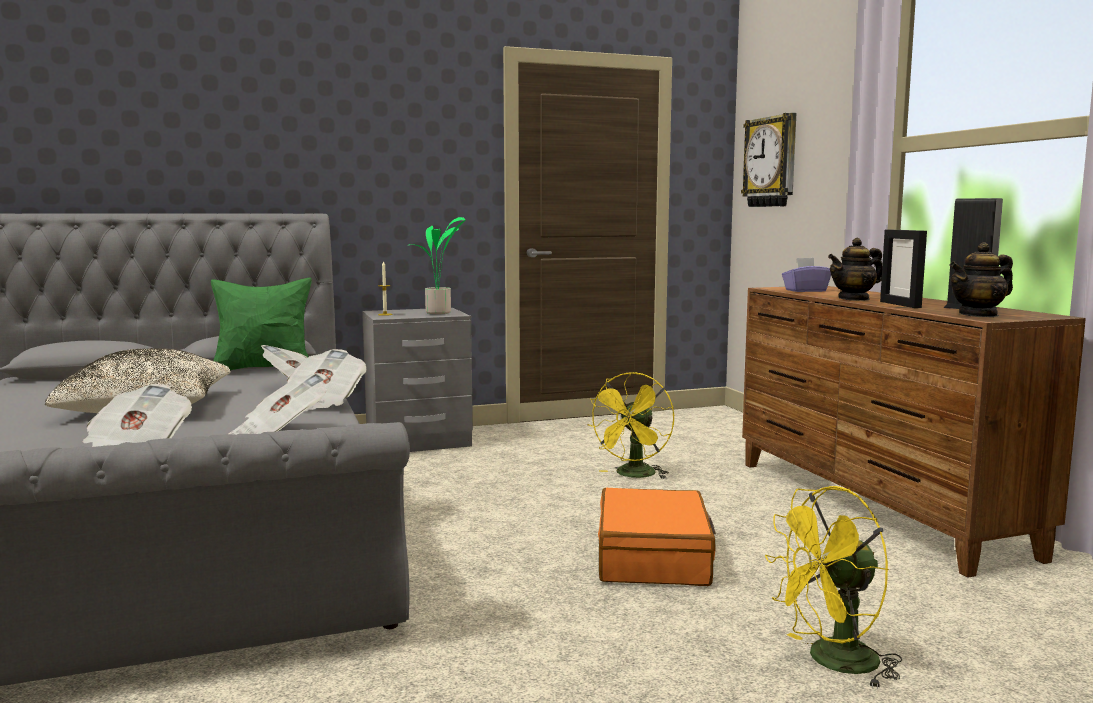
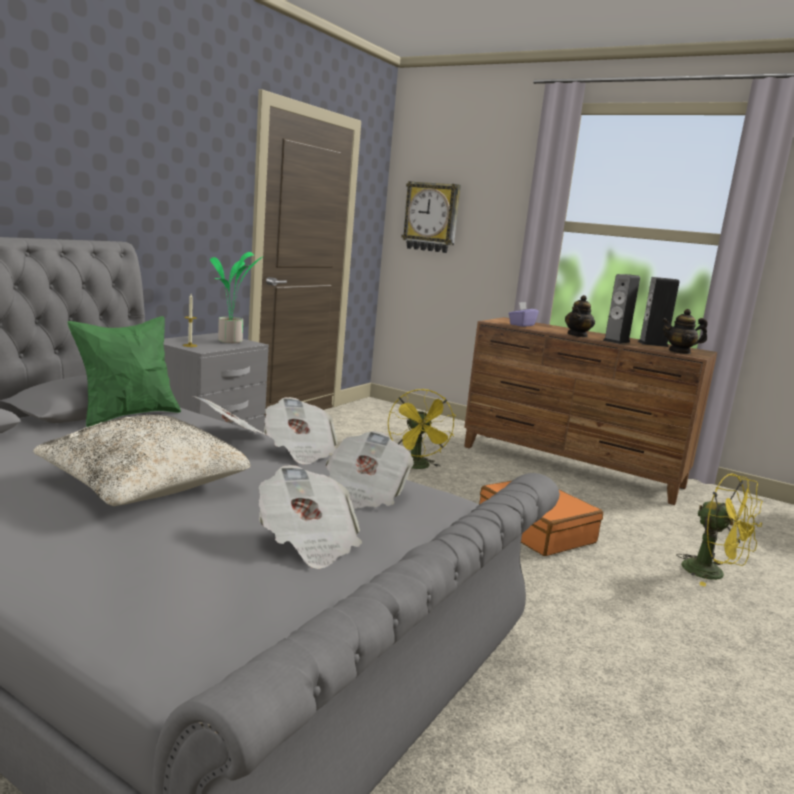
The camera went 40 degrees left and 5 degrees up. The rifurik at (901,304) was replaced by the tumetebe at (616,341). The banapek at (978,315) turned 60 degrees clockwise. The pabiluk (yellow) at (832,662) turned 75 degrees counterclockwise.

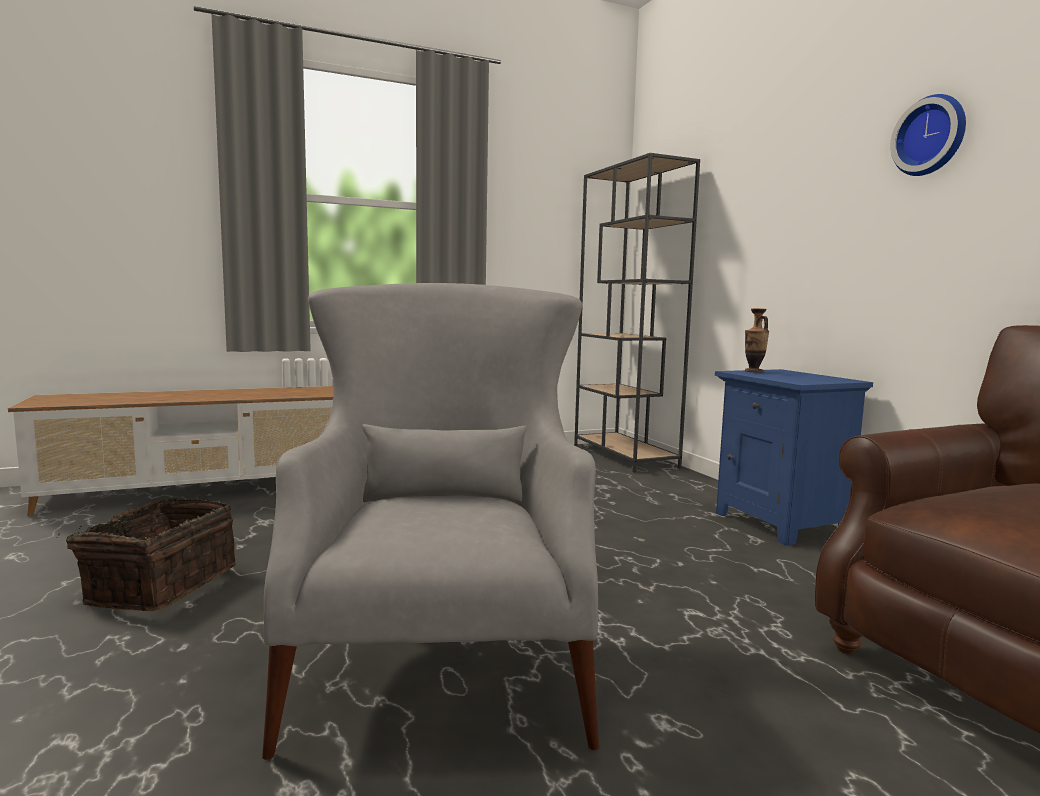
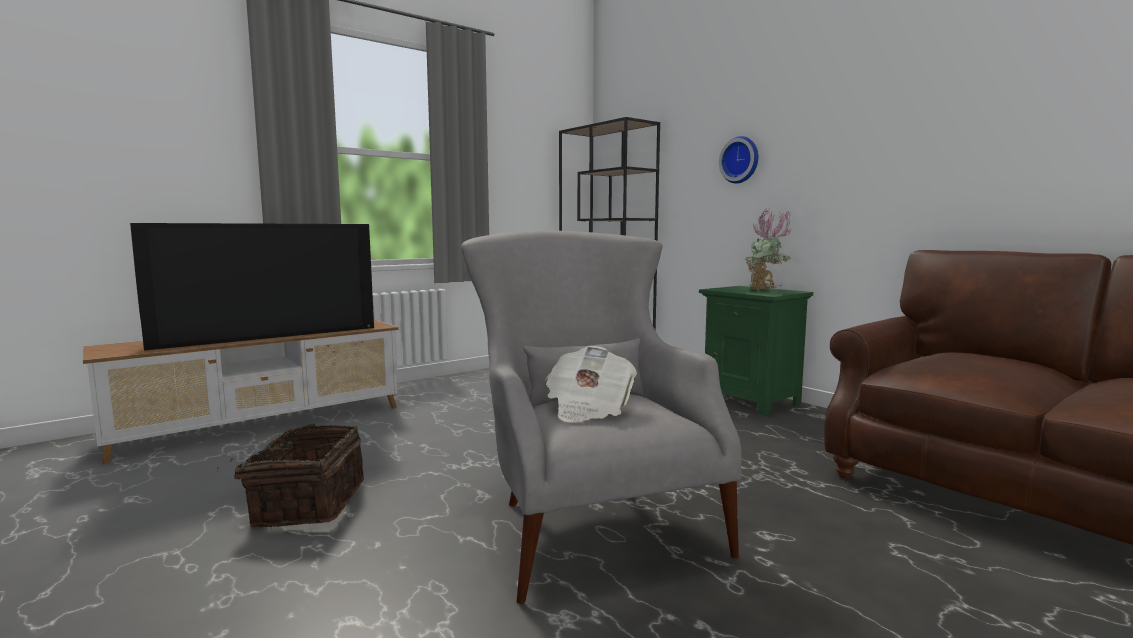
The camera went 15 degrees left and 0 degrees up. The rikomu moved from (931,136) to (740,160). The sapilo at (753,371) disappeared. The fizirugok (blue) at (778,524) became the fizirugok (green) at (750,401). The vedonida at (766,291) appeared. The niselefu at (269,336) appeared. The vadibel at (588,408) appeared.

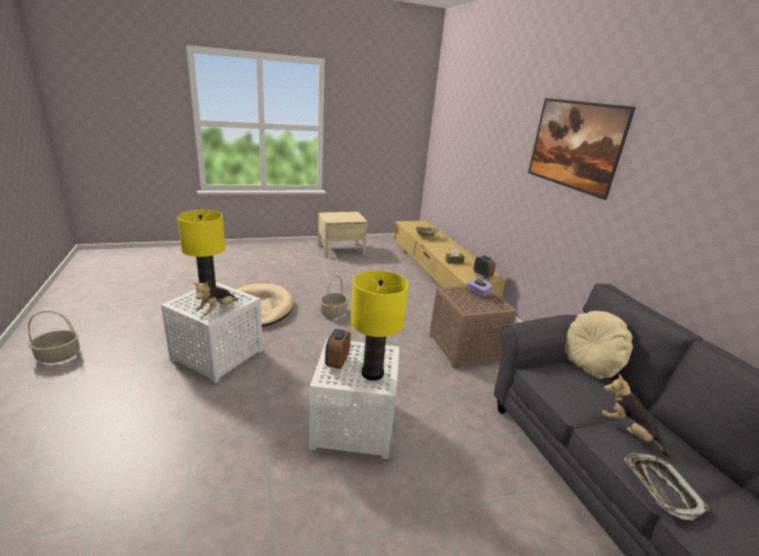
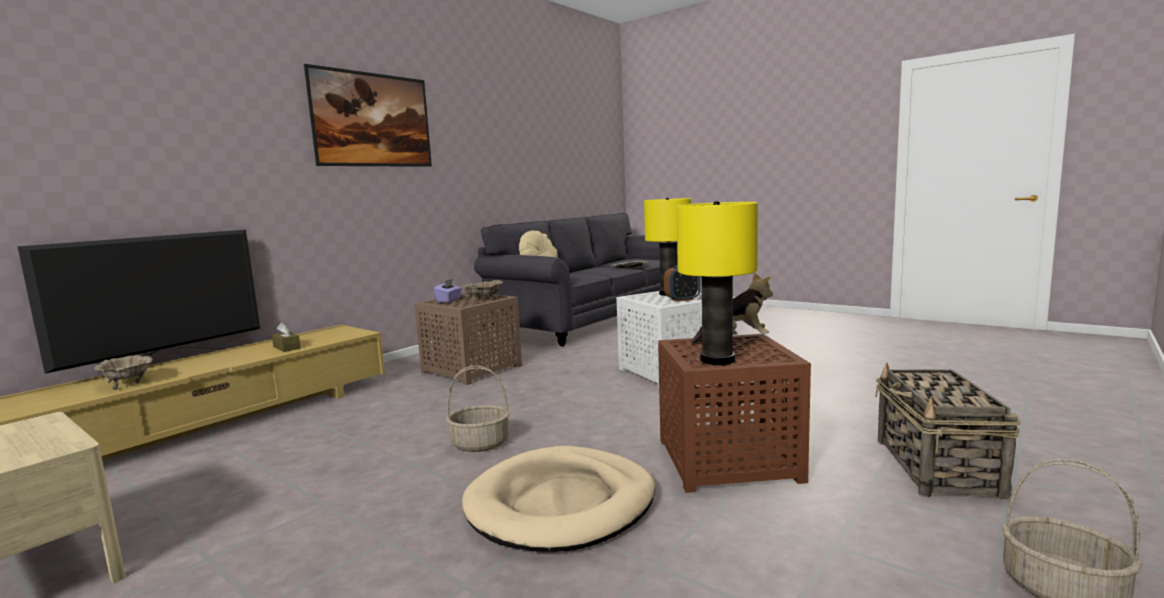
The camera went 120 degrees left and 15 degrees down. The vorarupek at (482,276) disappeared. The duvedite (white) at (217,354) became the duvedite (brown) at (726,461). The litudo at (628,432) disappeared. The niselefu at (167,362) appeared. The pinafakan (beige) at (483,299) appeared. The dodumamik at (937,468) appeared.

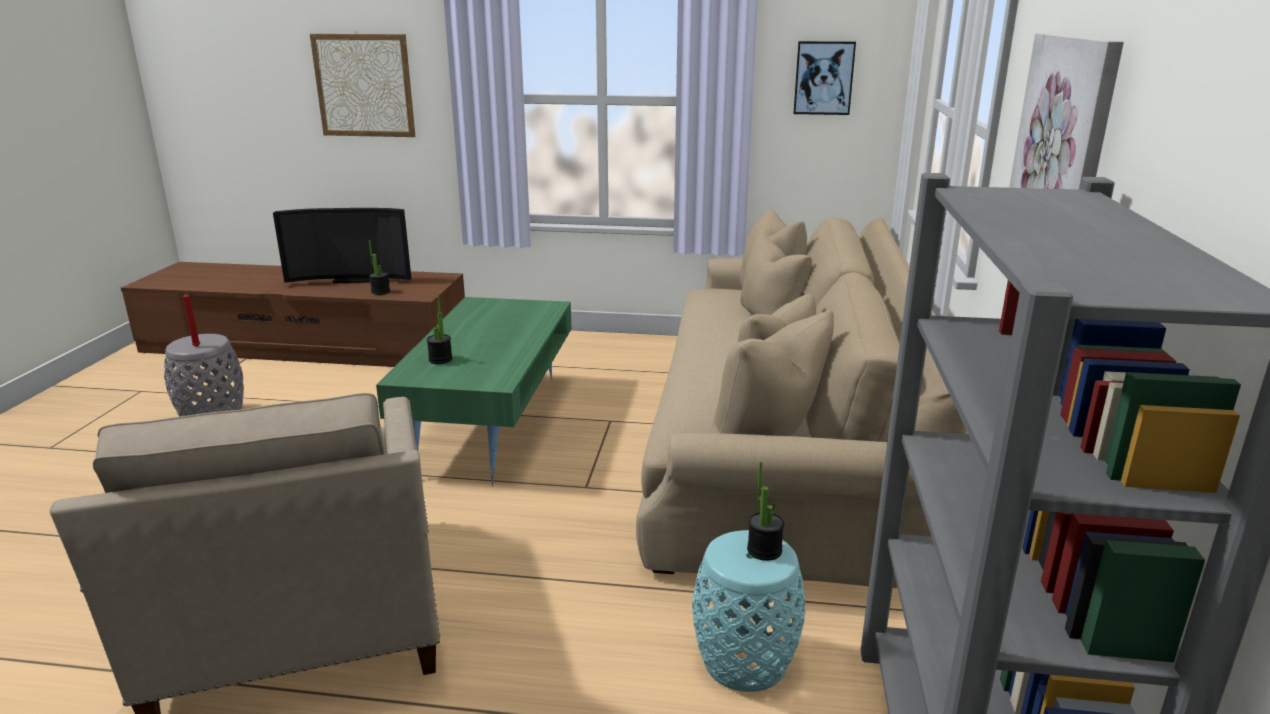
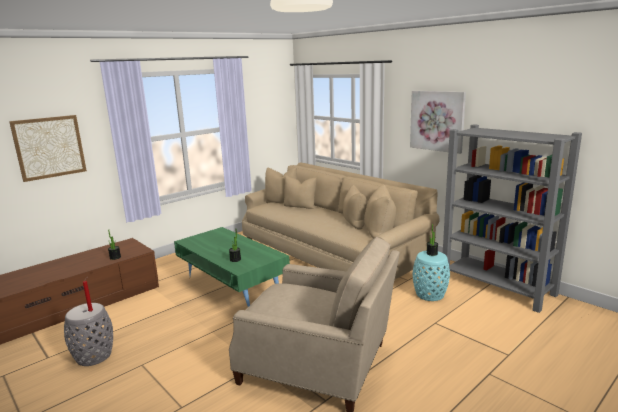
The camera went 50 degrees left and 5 degrees down. The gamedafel at (823,78) disappeared. The niselefu at (352,279) disappeared.

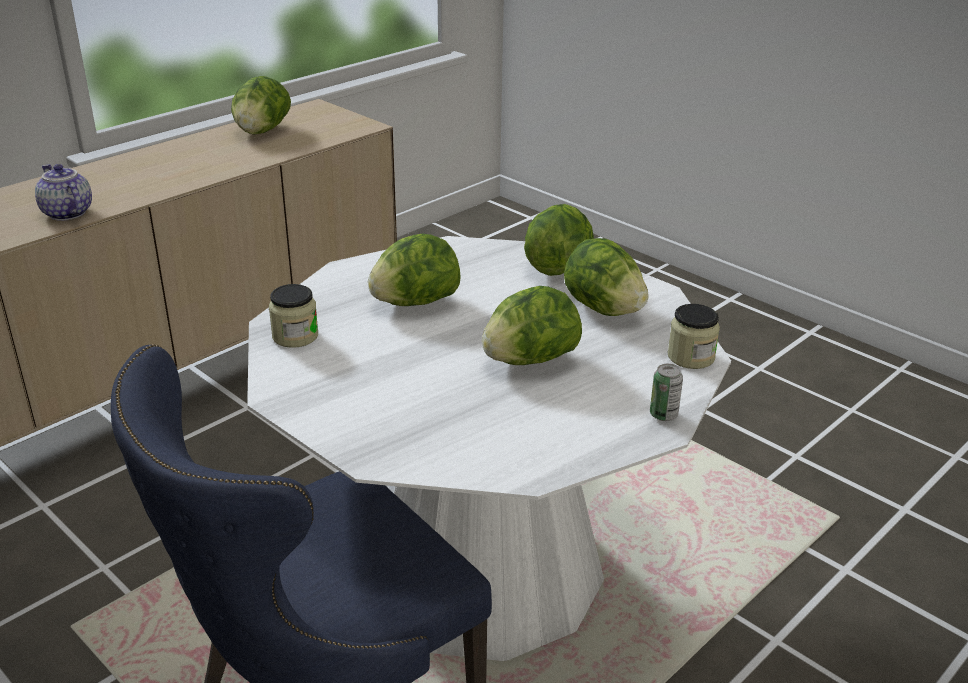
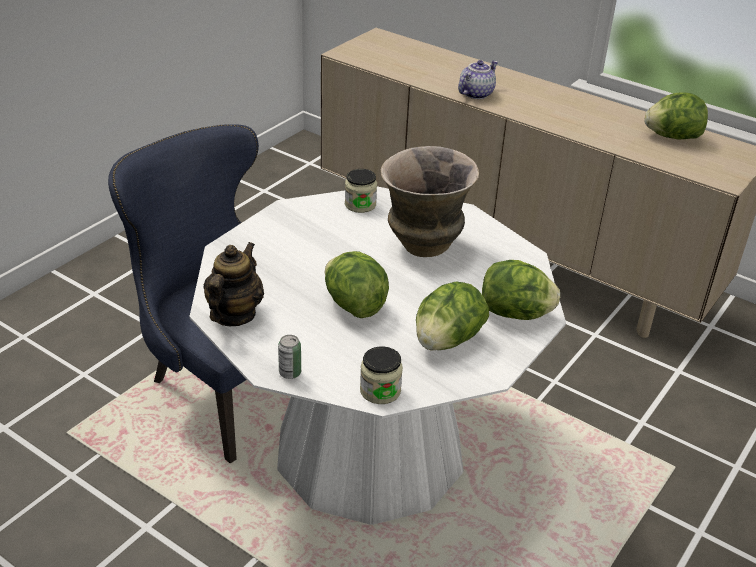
The camera went 80 degrees right and 5 degrees up. The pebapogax at (415,302) was replaced by the sapilo at (423,247). The banapek at (234,315) appeared.

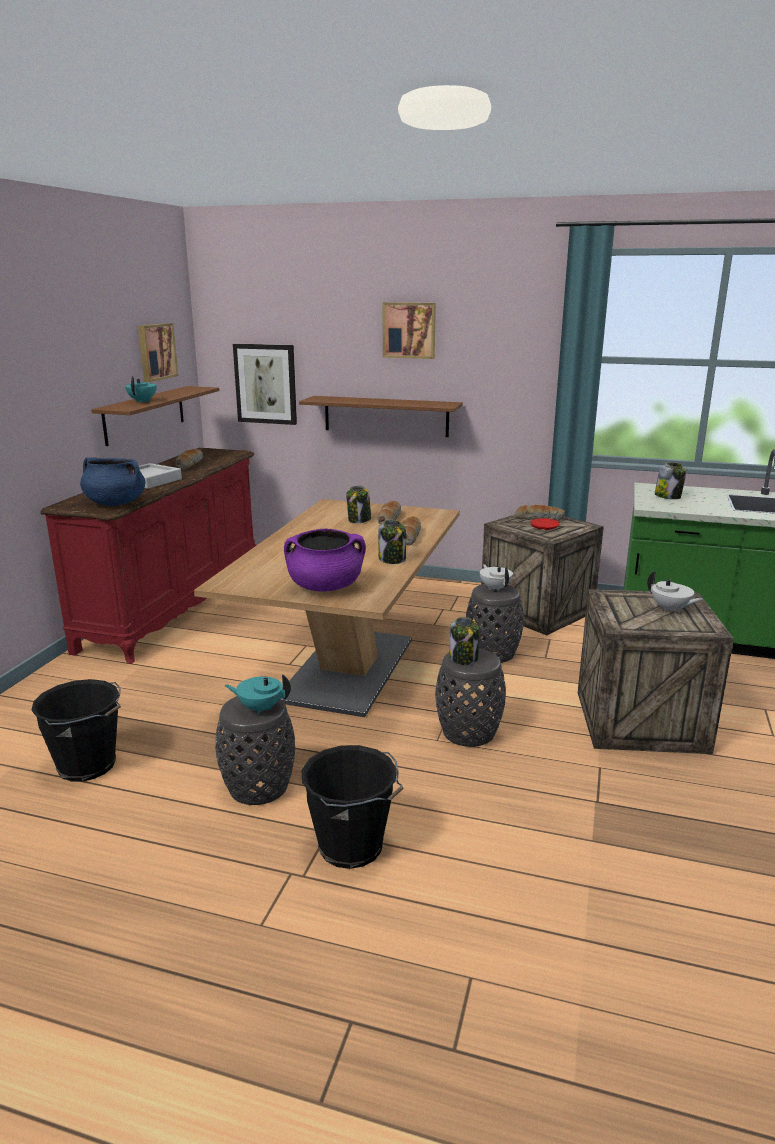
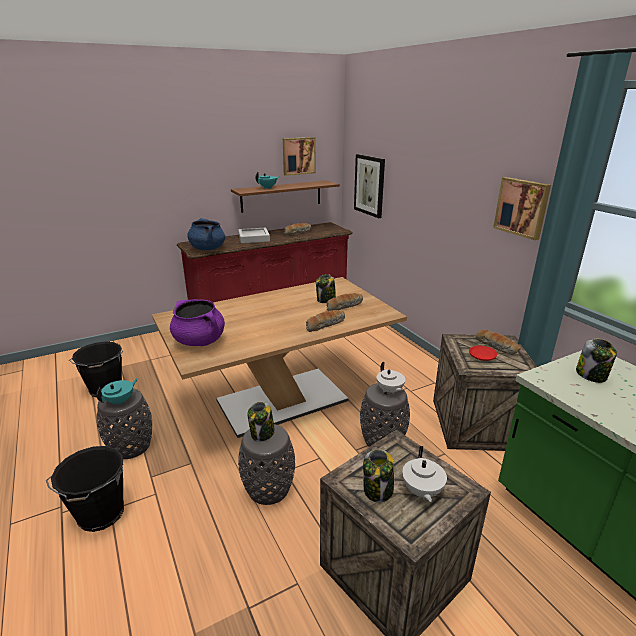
The camera went 45 degrees right and 5 degrees up. The gamedafel moved from (409,330) to (522,207). The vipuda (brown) at (386,416) disappeared. The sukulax moved from (392,559) to (378,490). The banapek (white) at (495,588) turned 135 degrees clockwise. The banapek (turquoise) at (260,708) turned 75 degrees clockwise.

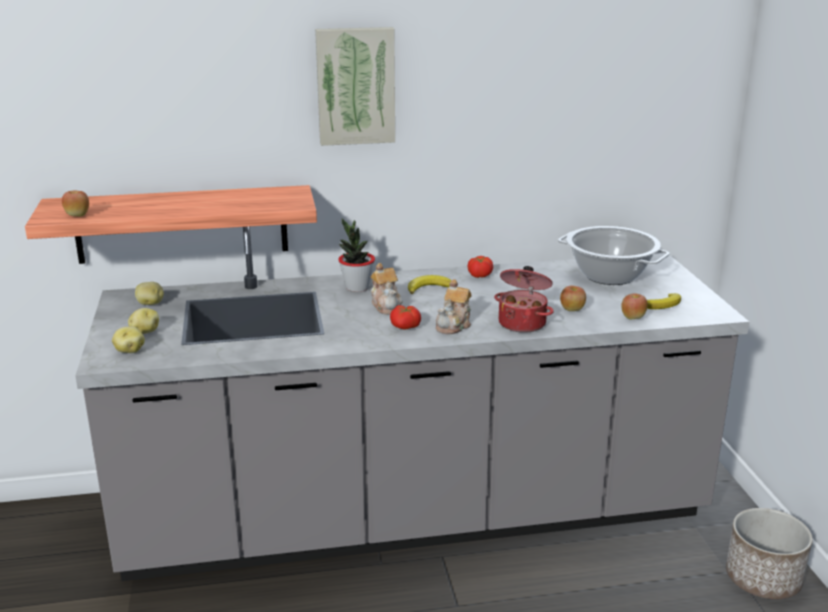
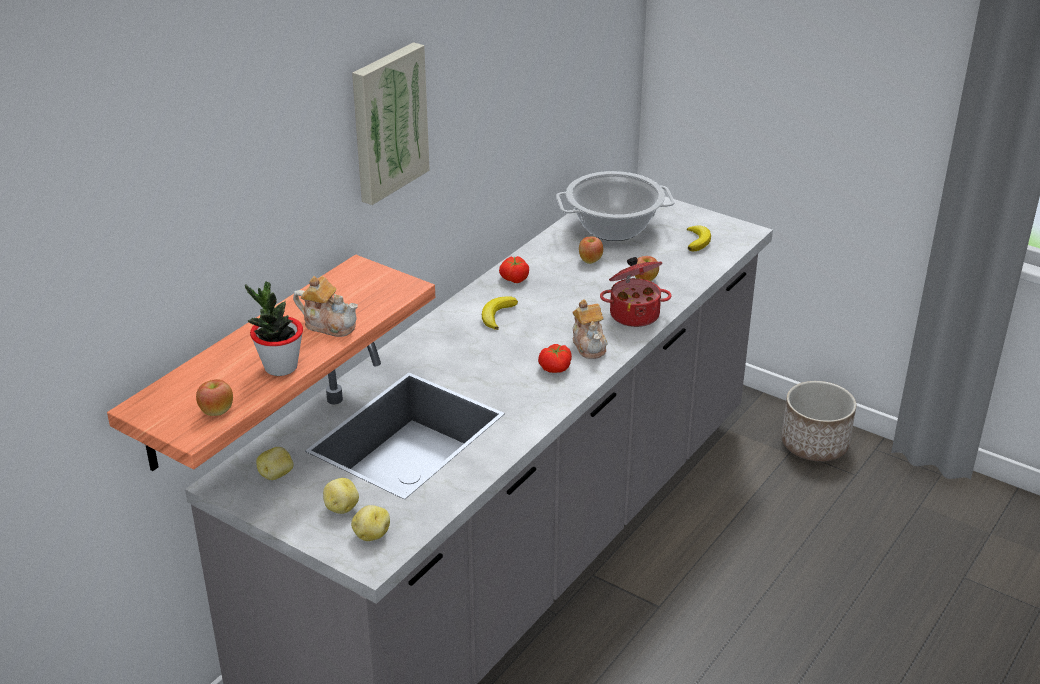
The camera went 45 degrees left and 10 degrees up. The vedonida moved from (357,287) to (280,367). The banapek moved from (386,305) to (329,324). The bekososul moved from (633,317) to (590,260).

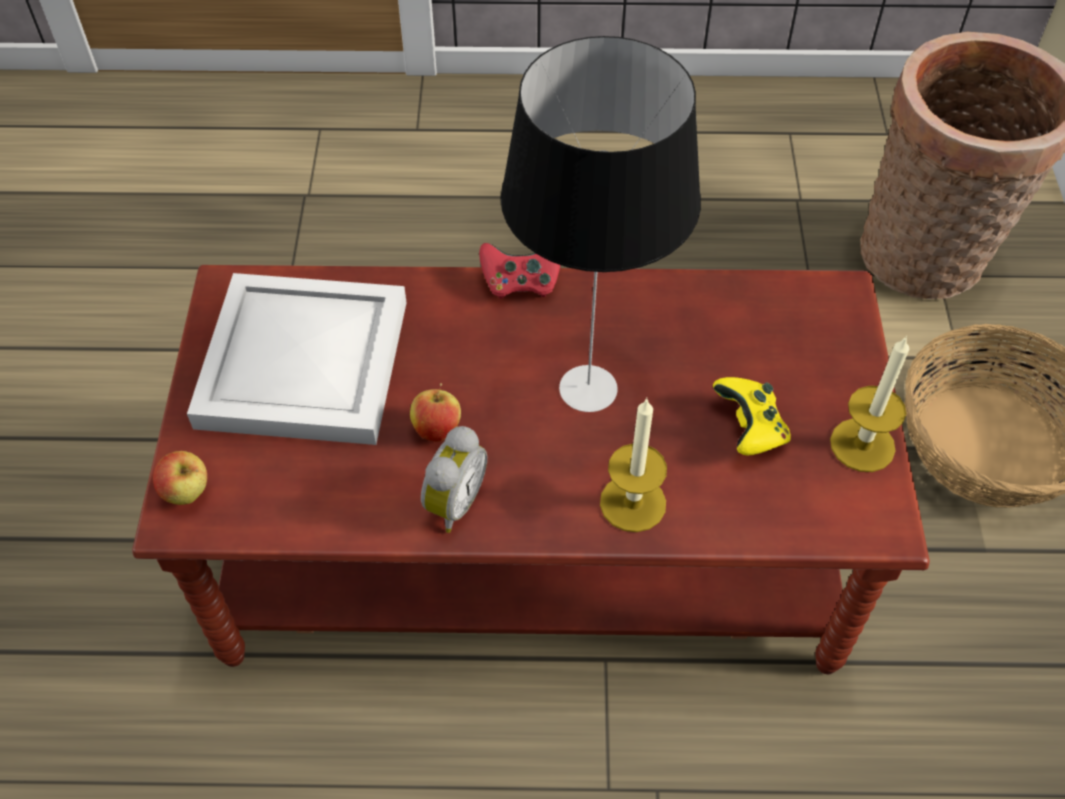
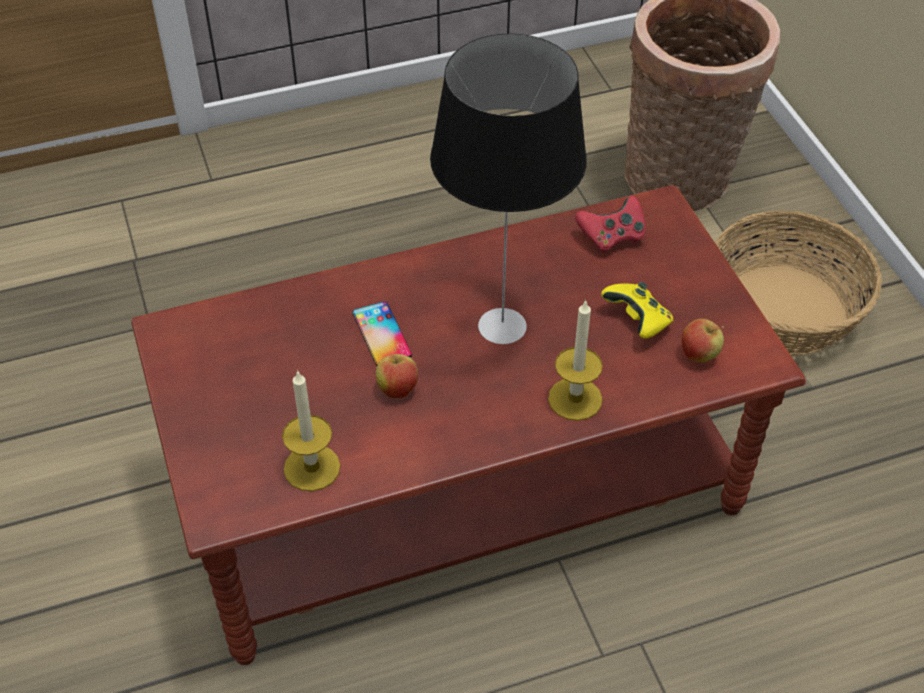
The camera went 20 degrees left and 5 degrees down. The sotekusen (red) moved from (521,283) to (612,237). The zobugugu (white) at (307,361) disappeared. The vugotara moved from (862,445) to (312,468). The vorarupek at (452,502) disappeared. The bekososul moved from (187,493) to (699,355). The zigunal at (382,334) appeared.

